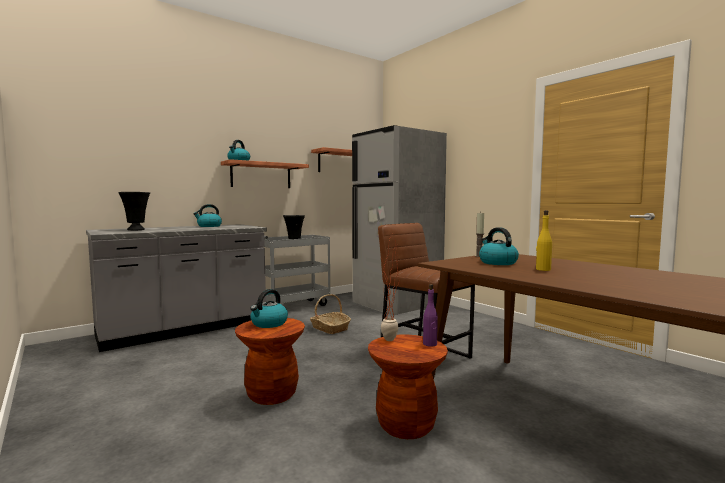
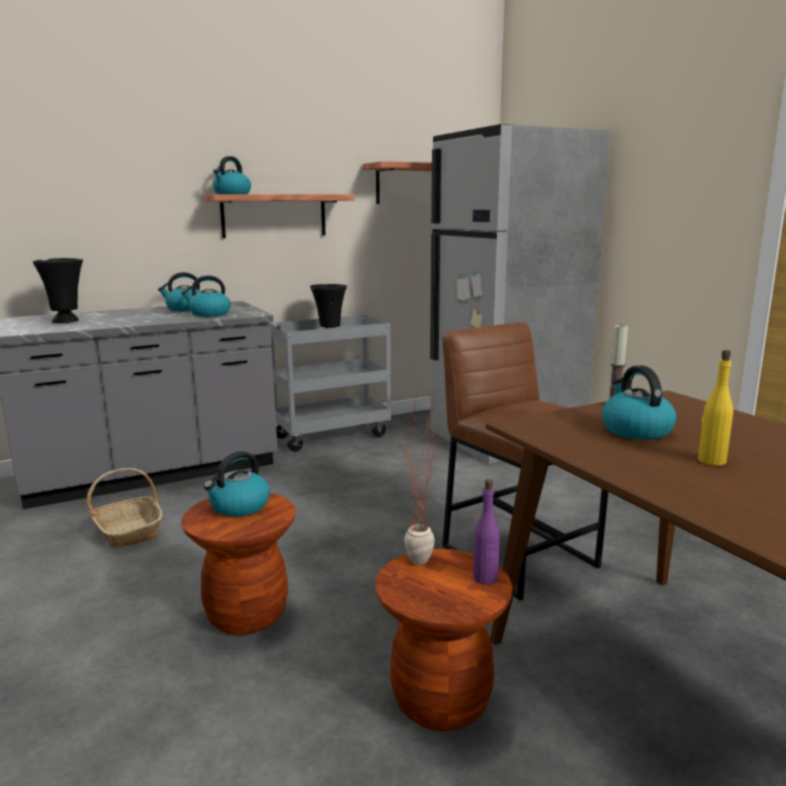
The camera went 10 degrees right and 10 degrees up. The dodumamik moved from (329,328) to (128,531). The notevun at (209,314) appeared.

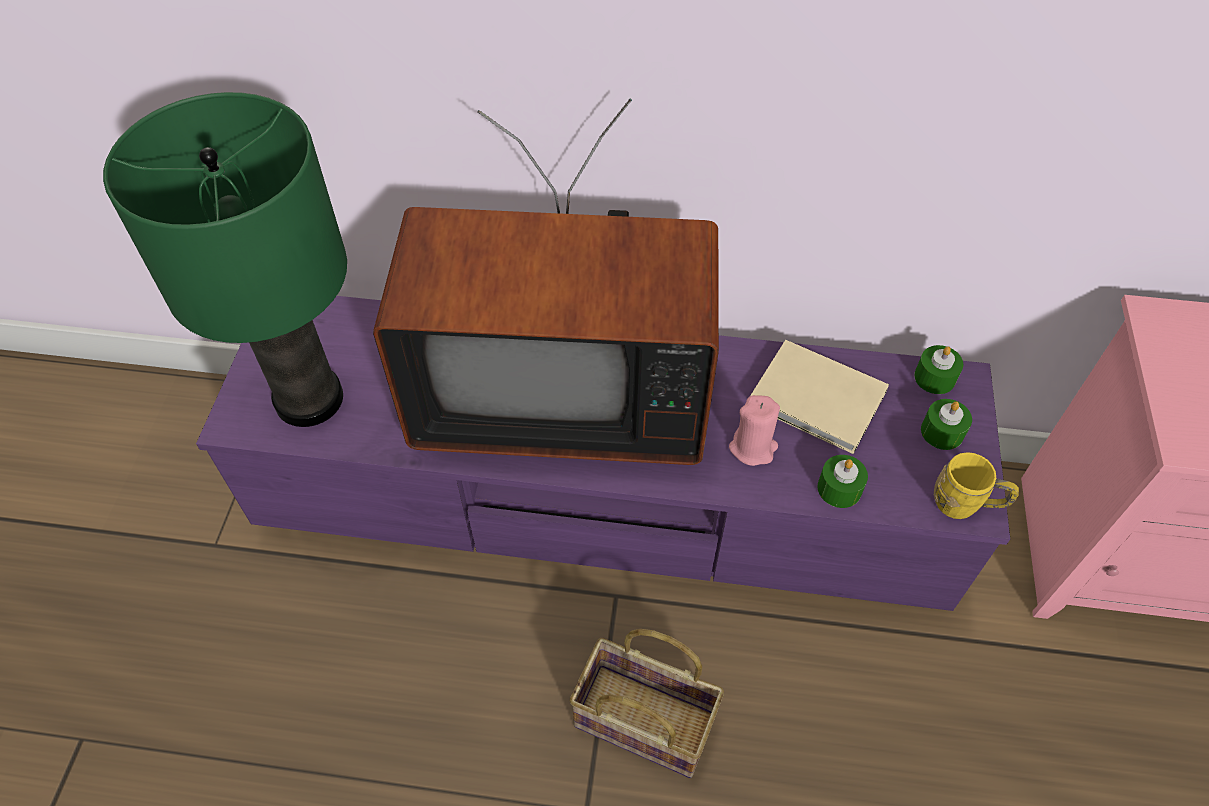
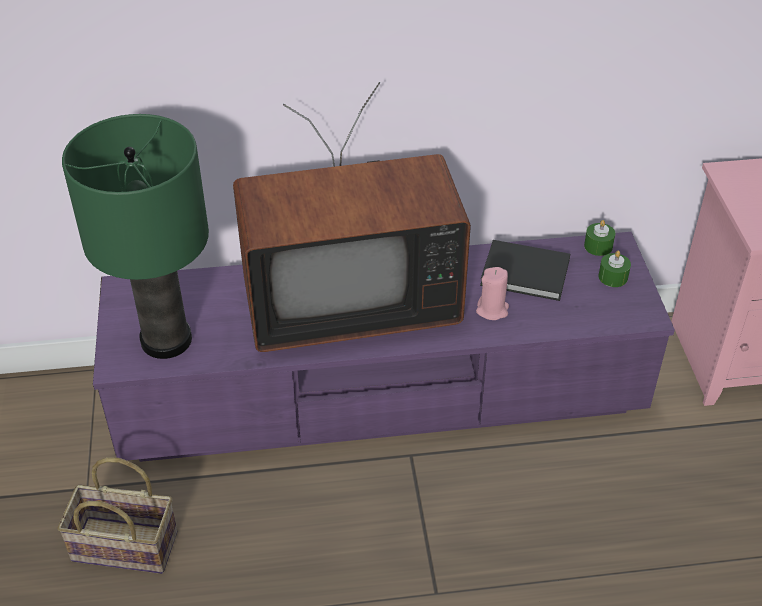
The camera went 15 degrees left and 10 degrees down. The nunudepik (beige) at (819,402) became the nunudepik (black) at (527,274). The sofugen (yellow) at (966,504) disappeared. The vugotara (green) at (839,488) disappeared. The dodumamik moved from (640,722) to (121,547).

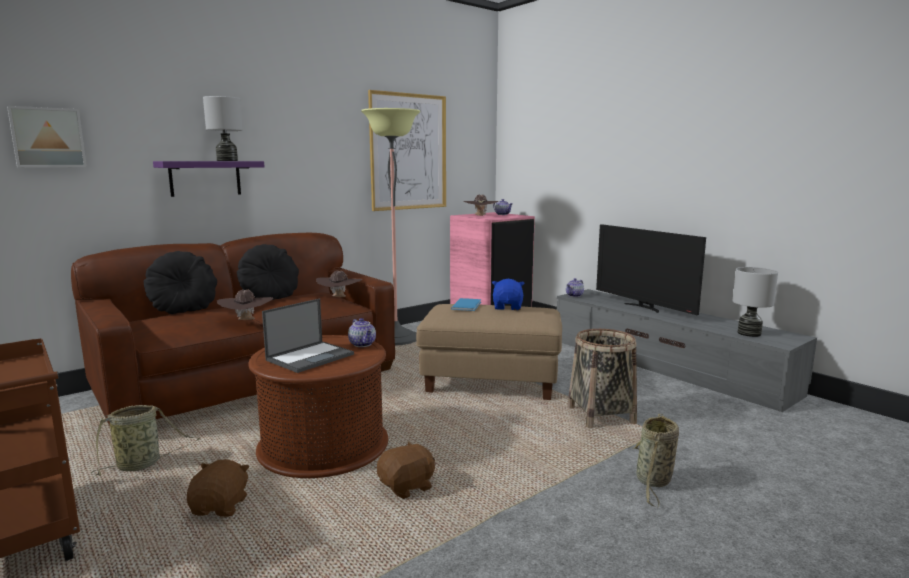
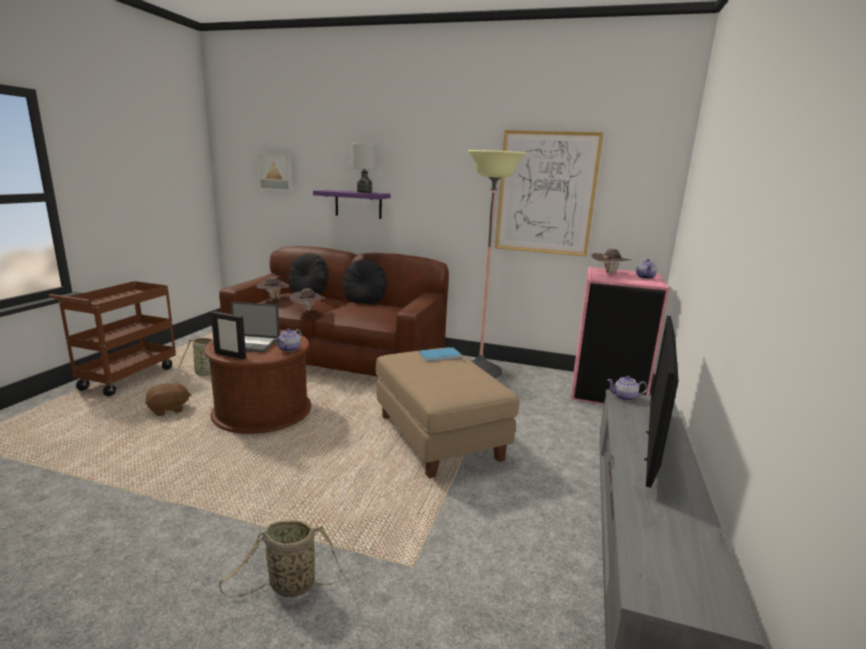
The camera went 55 degrees right and 5 degrees up. The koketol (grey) at (748,333) disappeared. The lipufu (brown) moved from (339,298) to (273,298). The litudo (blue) at (508,307) disappeared. The dodumamik at (600,415) disappeared. The litudo (brown) at (407,487) disappeared. The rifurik at (230,355) appeared.

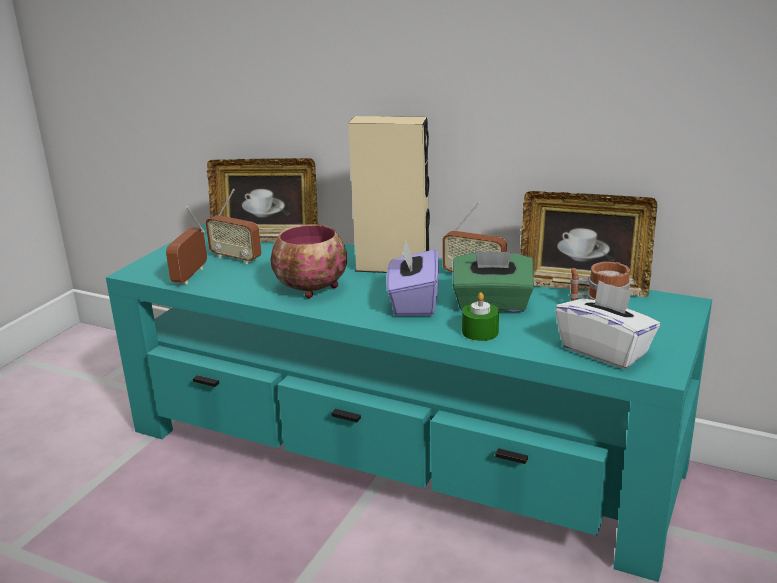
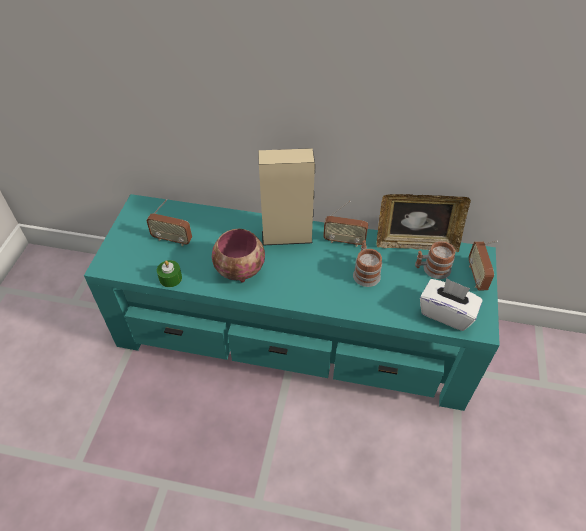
The camera went 15 degrees left and 25 degrees up. The rifurik at (267,238) disappeared. The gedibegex moved from (191,276) to (476,276). The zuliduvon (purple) at (413,303) disappeared. The zuliduvon (green) at (492,304) was replaced by the sofugen at (365,272). The vugotara (green) moved from (480,332) to (170,278).

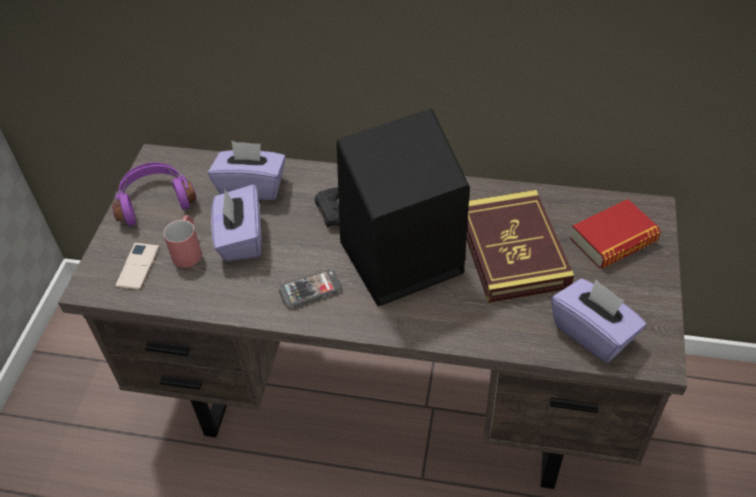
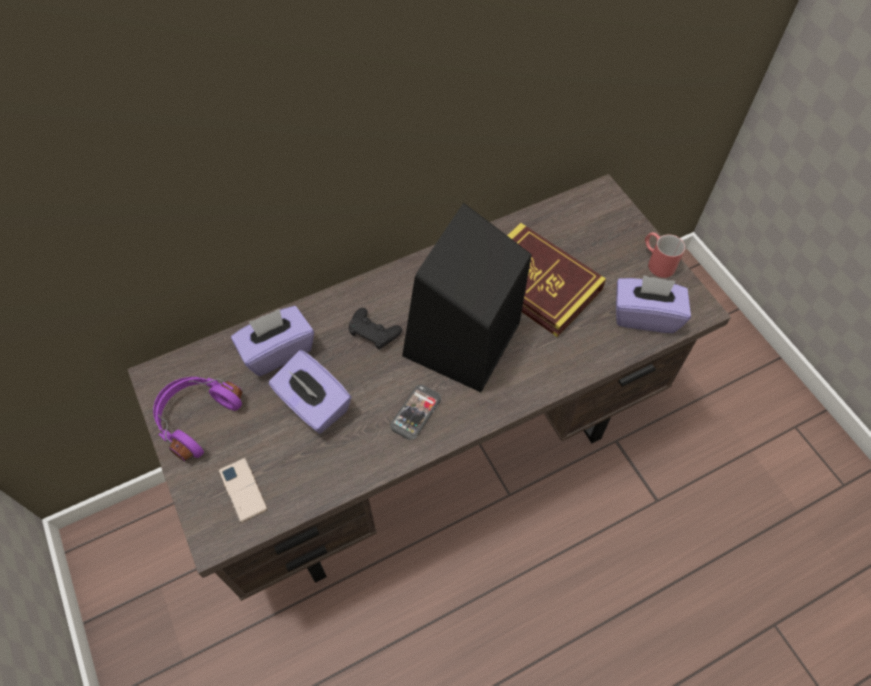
The camera went 40 degrees left and 10 degrees up. The nunudepik at (613,240) disappeared. The sofugen (red) moved from (188,250) to (656,262).

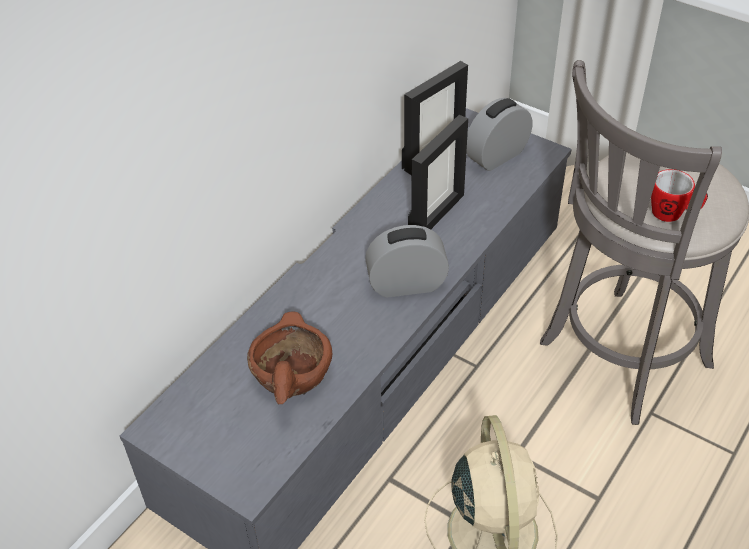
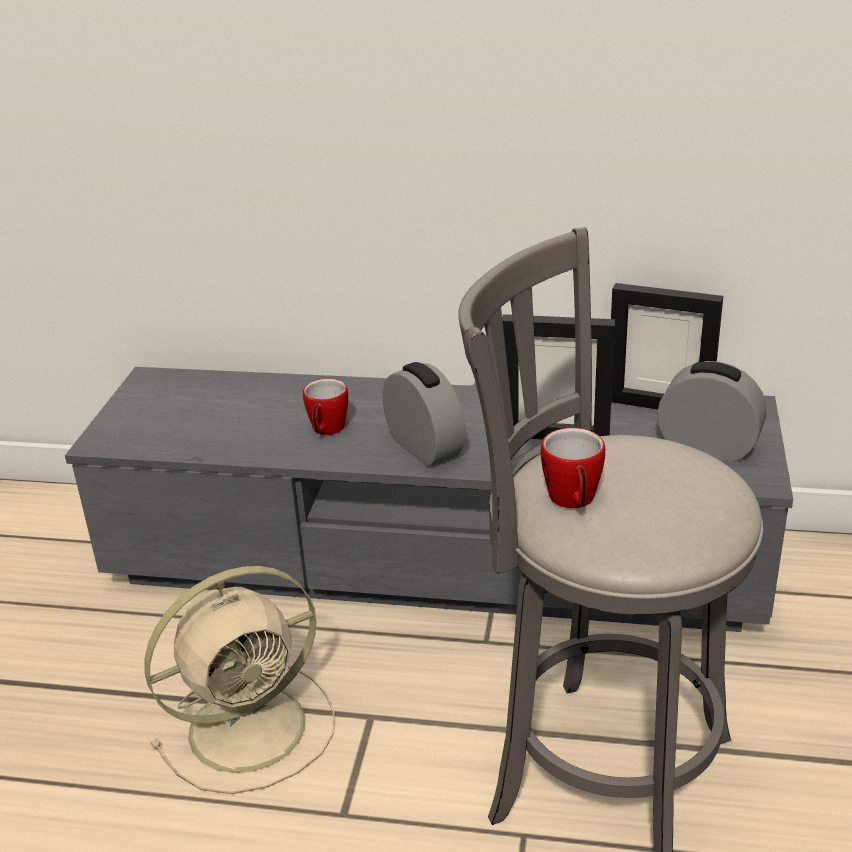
The camera went 65 degrees right and 15 degrees down. The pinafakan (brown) at (291,374) disappeared. The sofugen at (326,431) appeared.

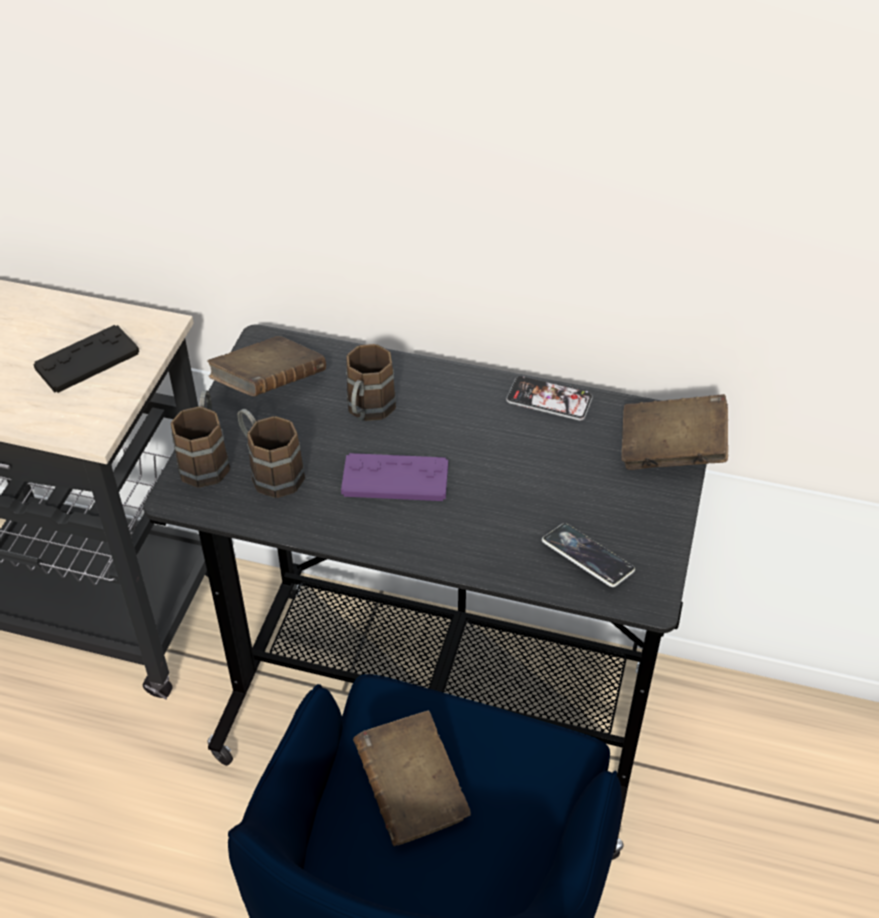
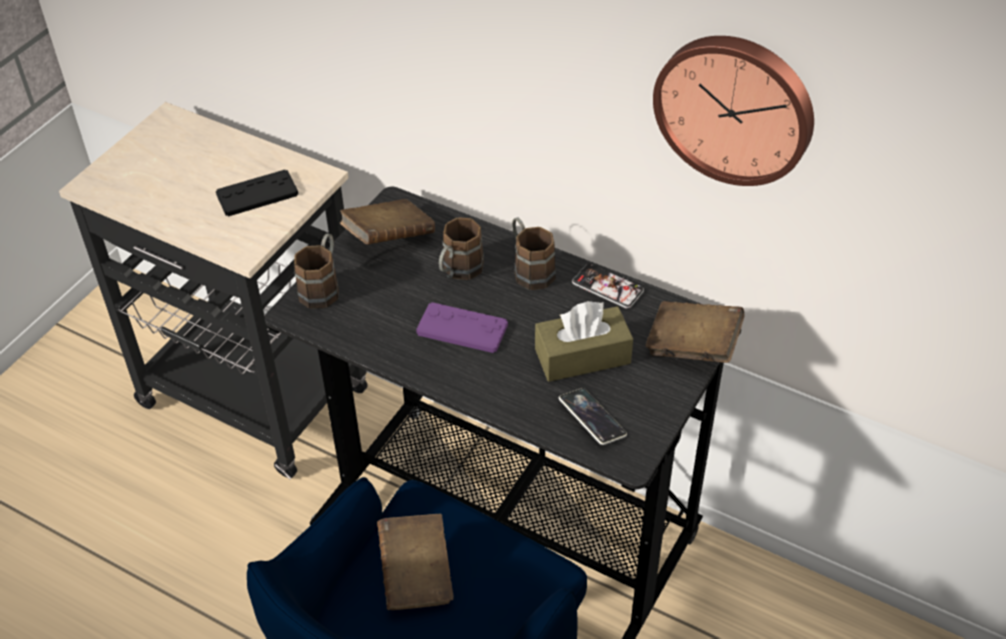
The camera went 15 degrees right and 0 degrees up. The sofugen (brown) moved from (269,471) to (529,269). The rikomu at (735,107) appeared. The zuliduvon (brown) at (582,356) appeared.

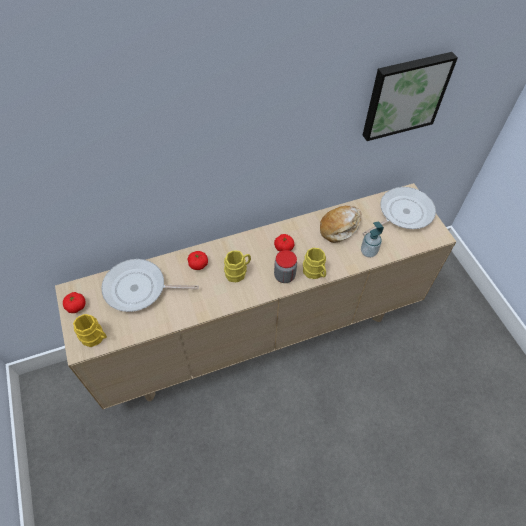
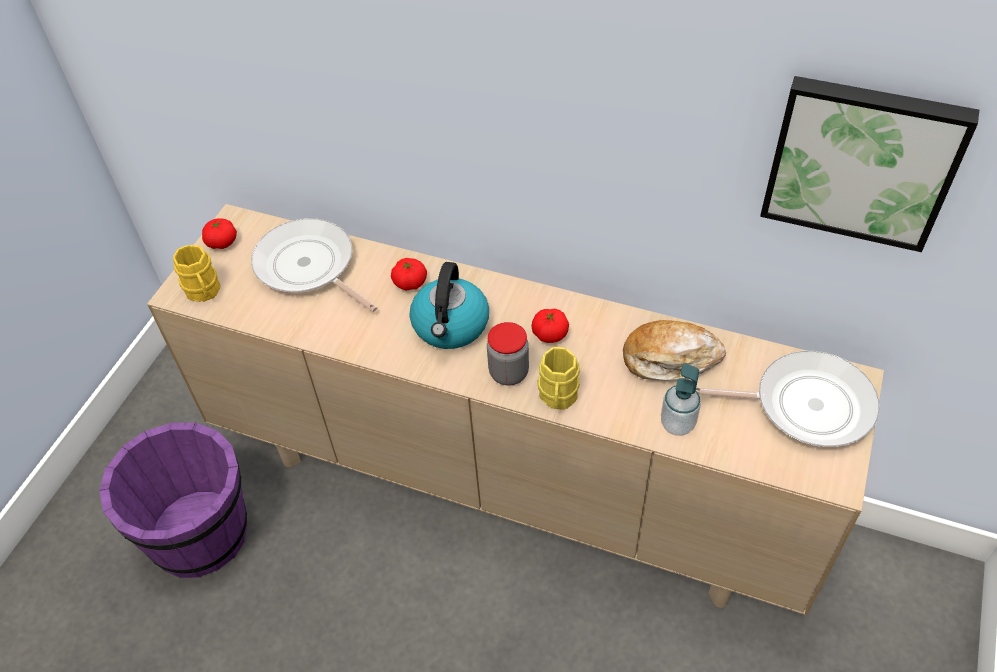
The camera went 45 degrees right and 5 degrees down. The sofugen (yellow) at (238,272) was replaced by the notevun at (451,326). The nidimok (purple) at (201,533) appeared.

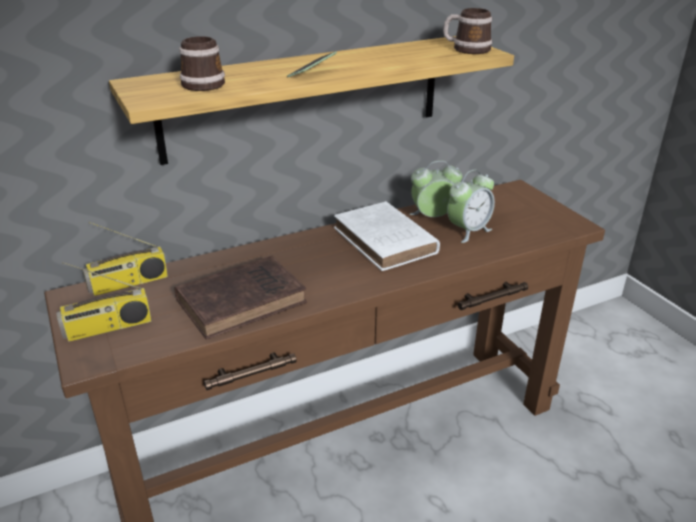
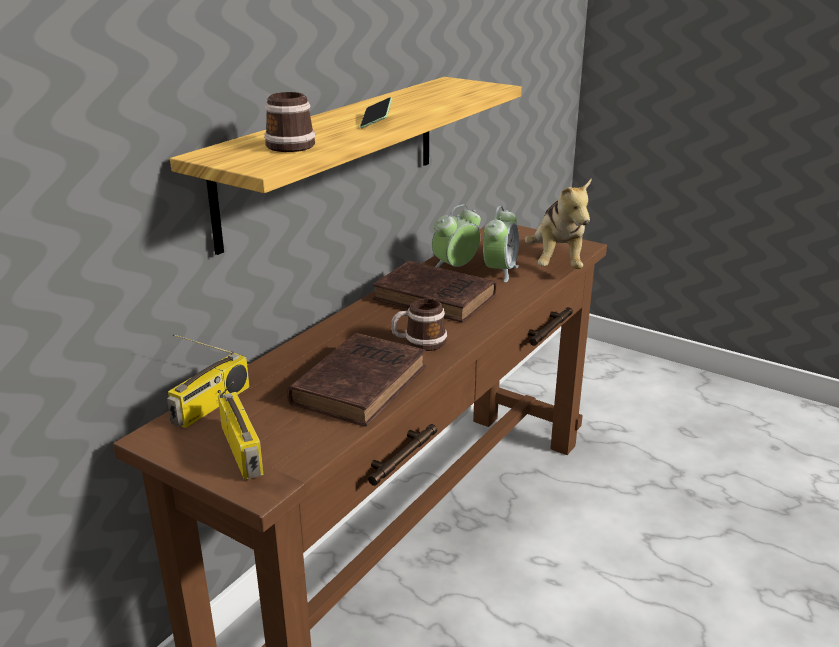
The camera went 30 degrees left and 5 degrees down. The sofugen moved from (466,49) to (419,342). The nunudepik (white) at (386,242) became the nunudepik (brown) at (437,298). The gedibegex at (107,328) turned 60 degrees counterclockwise. The litudo at (556,263) appeared.

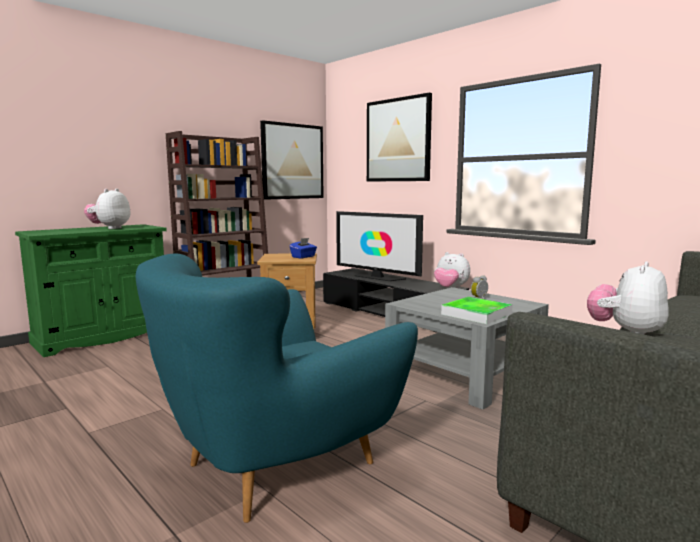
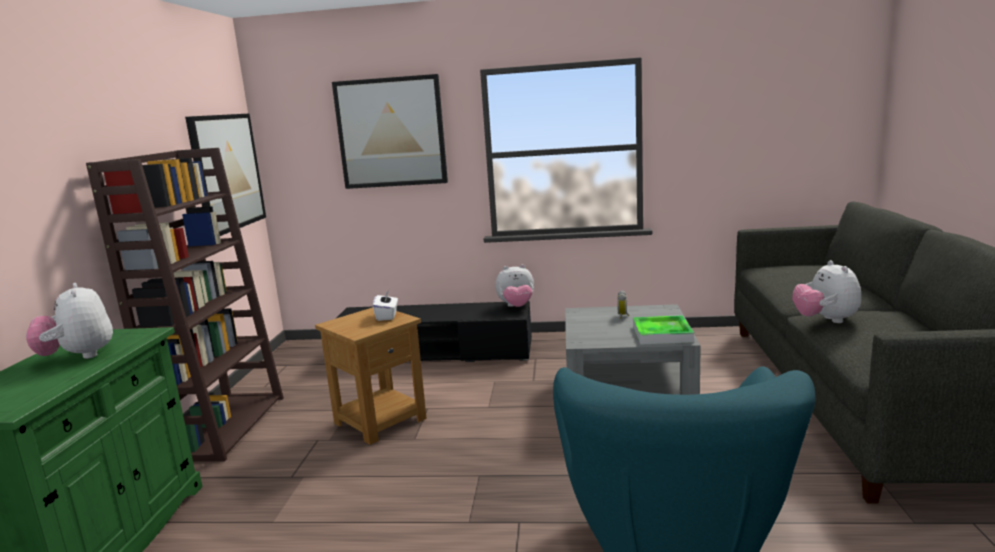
The camera went 40 degrees left and 5 degrees up. The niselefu at (377,277) disappeared. The zuliduvon (blue) at (303,257) became the zuliduvon (white) at (387,316).

